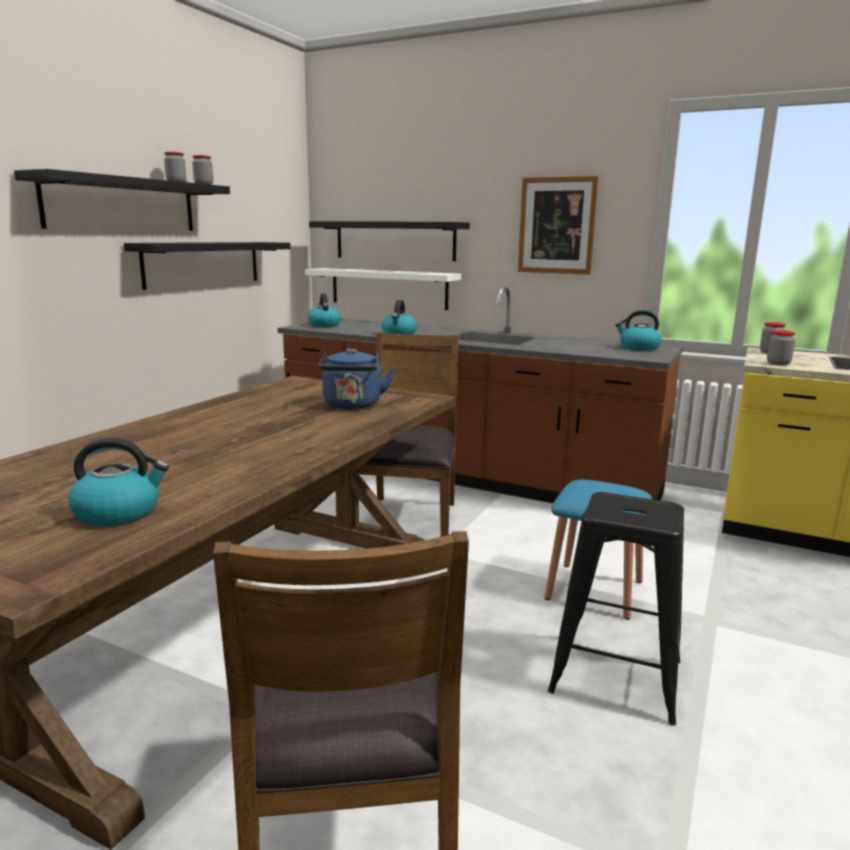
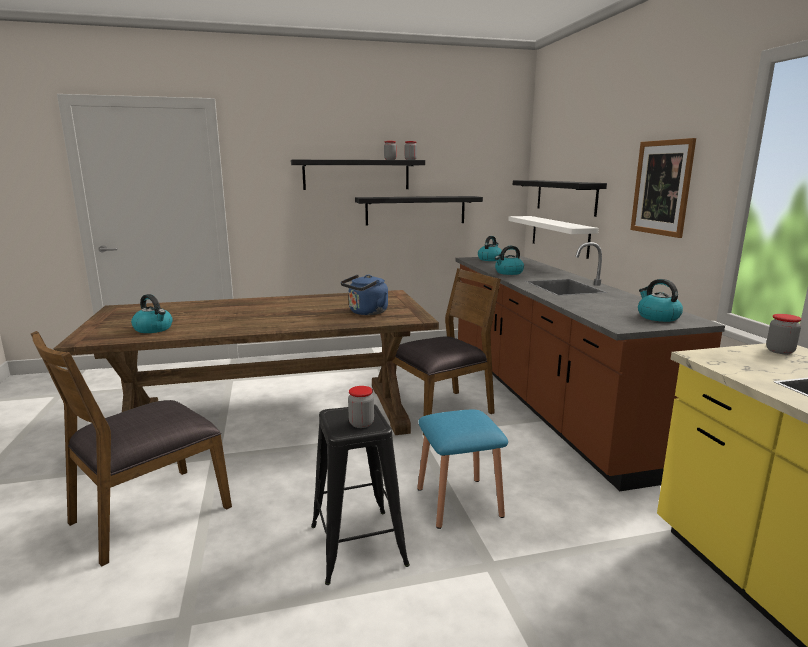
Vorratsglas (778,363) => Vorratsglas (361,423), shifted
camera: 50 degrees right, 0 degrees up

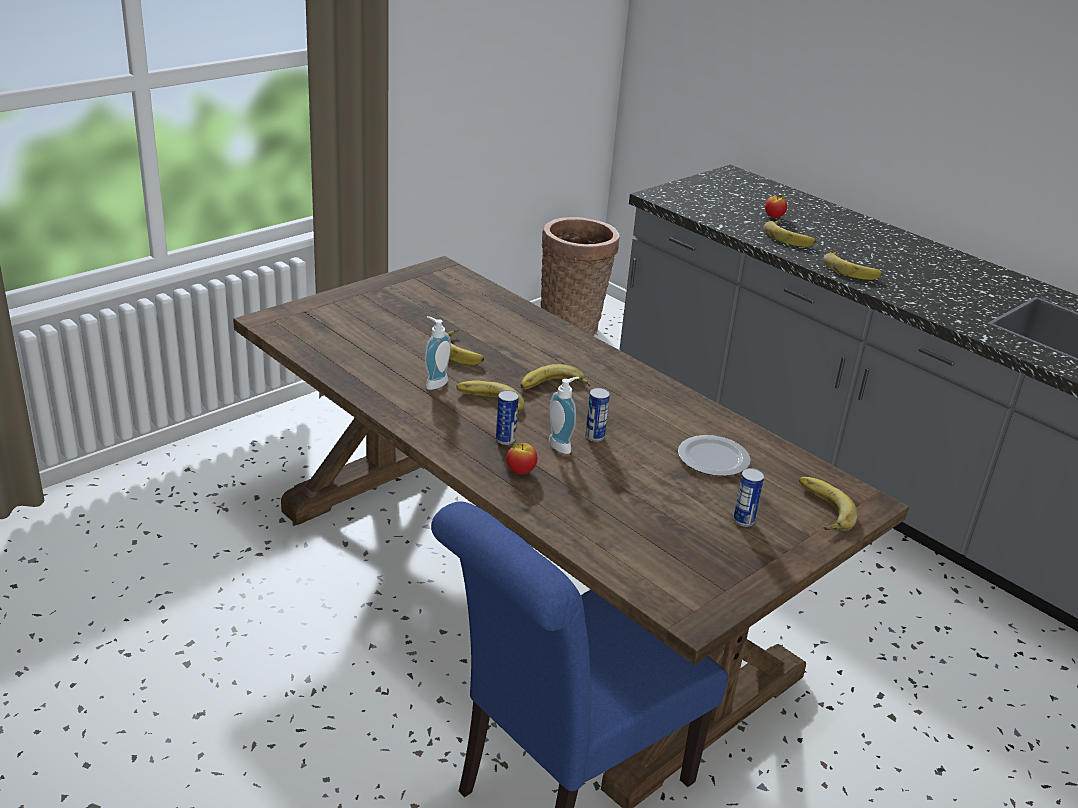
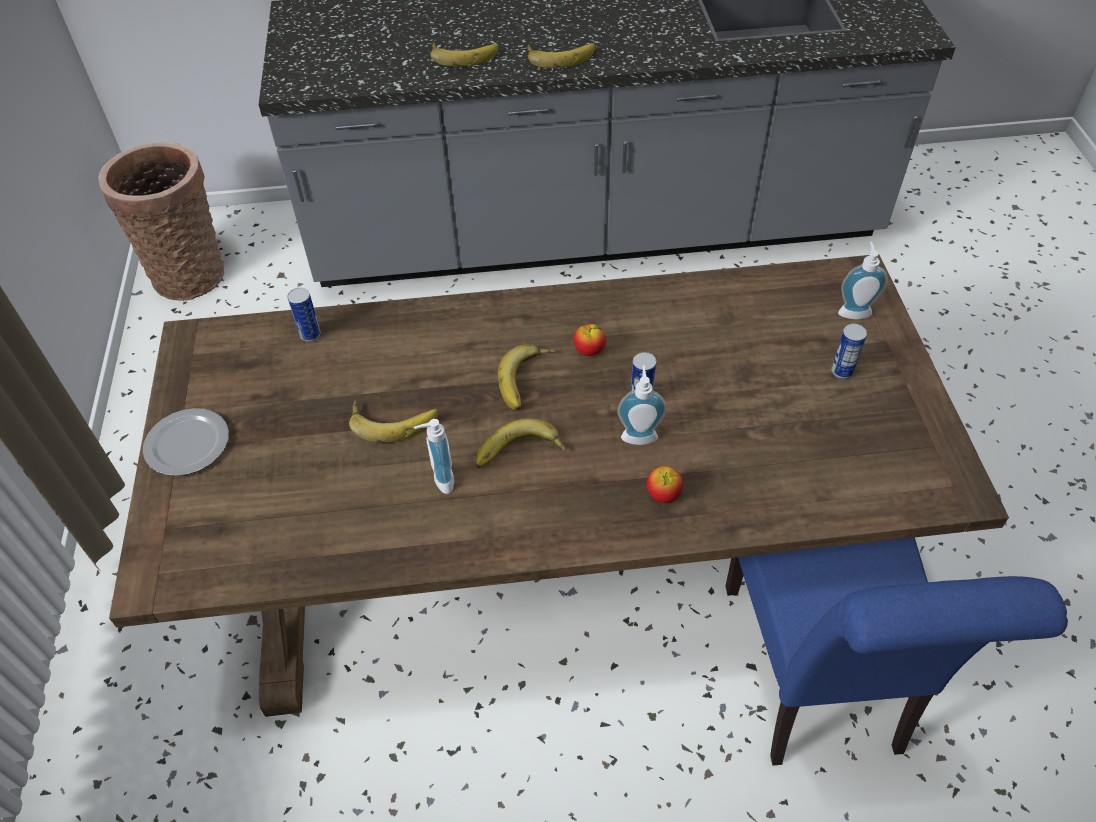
Apfel (774,217) => Apfel (589,351), shifted
Dose (505,439) => Dose (310,335), shifted
Teller (712,458) => Teller (186,445), shifted
Banane (820,509) => Seifenspender (854,311)
camera: 50 degrees left, 20 degrees up

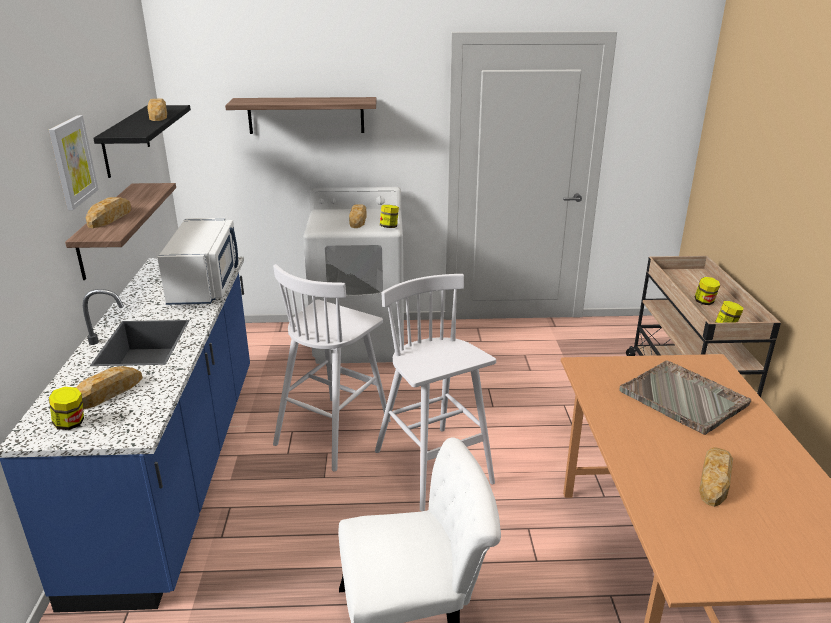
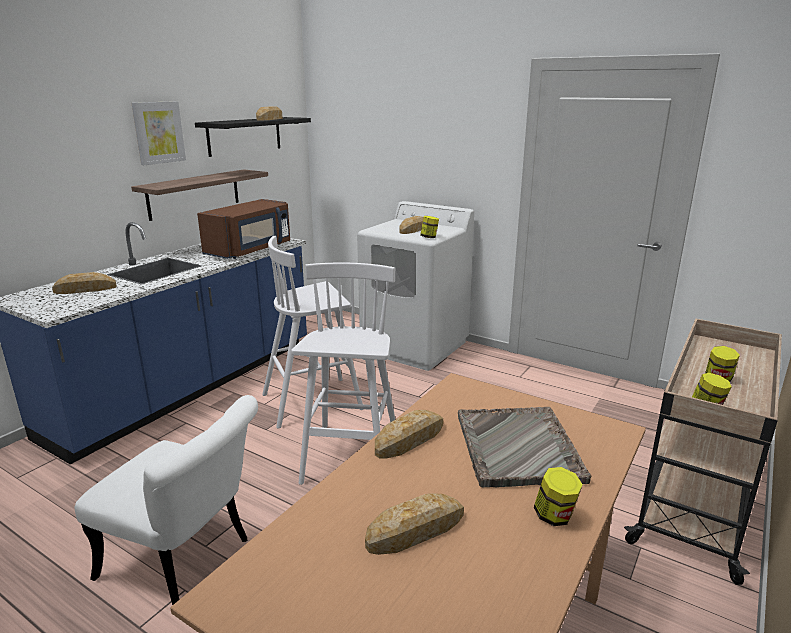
Wandregal (306,115) => nothing
Brot (110,217) => Brot (410,439), shifted
Mikrowelle/weiß (206,284) => Mikrowelle/braun (250,250)
Vorratsglas (71,424) => Vorratsglas (555,516), shifted
camera: 35 degrees right, 5 degrees down

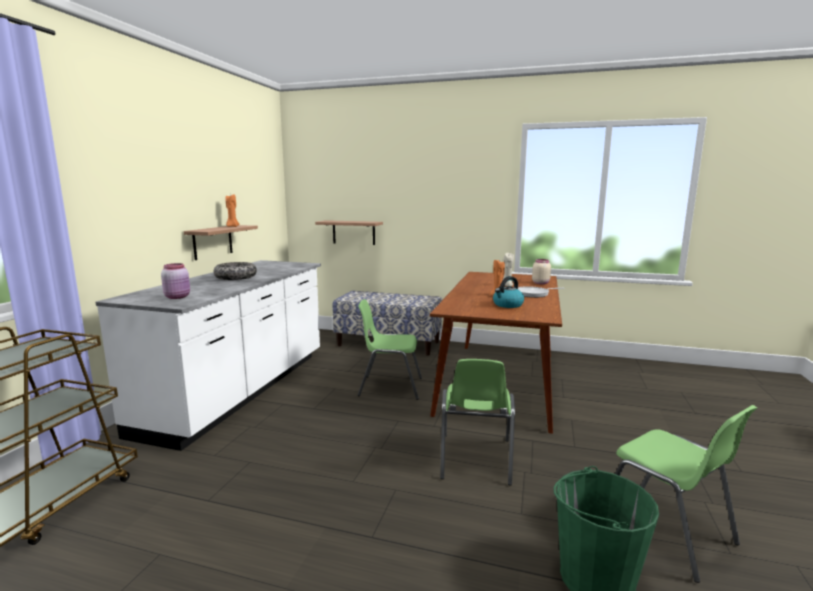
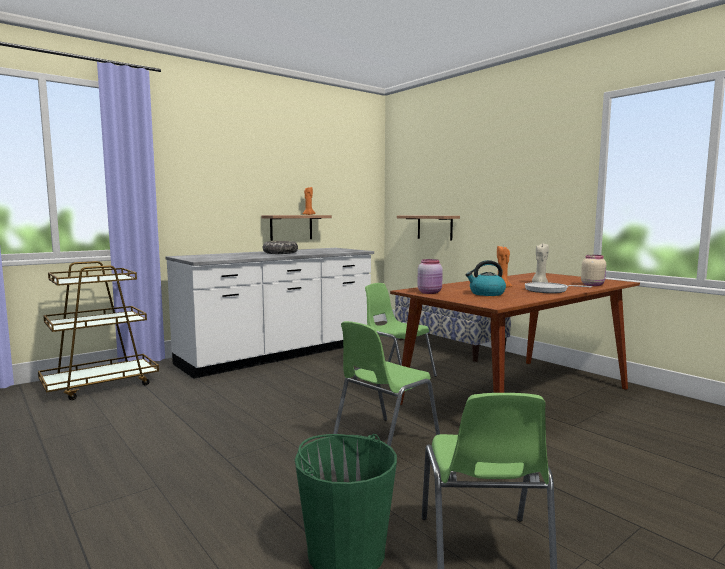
Vorratsglas/rosa (178,297) => Vorratsglas/rosa (430,292), shifted
camera: 35 degrees right, 5 degrees down

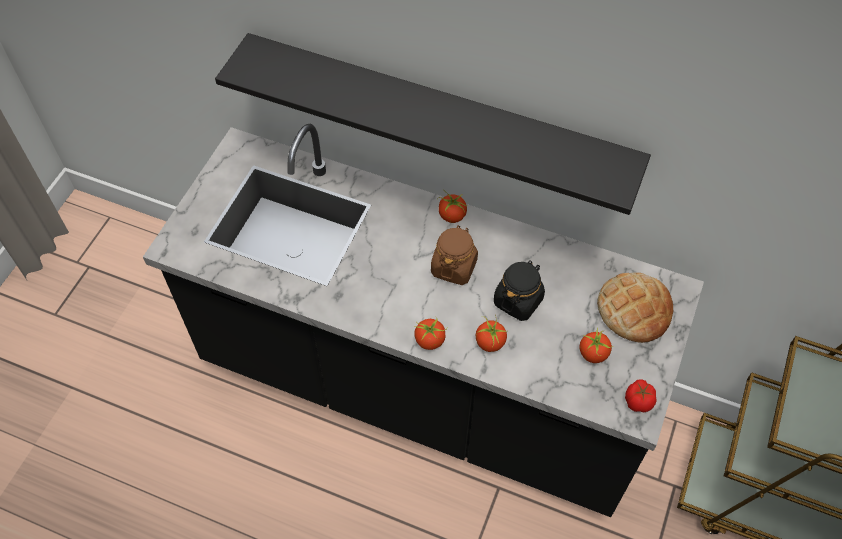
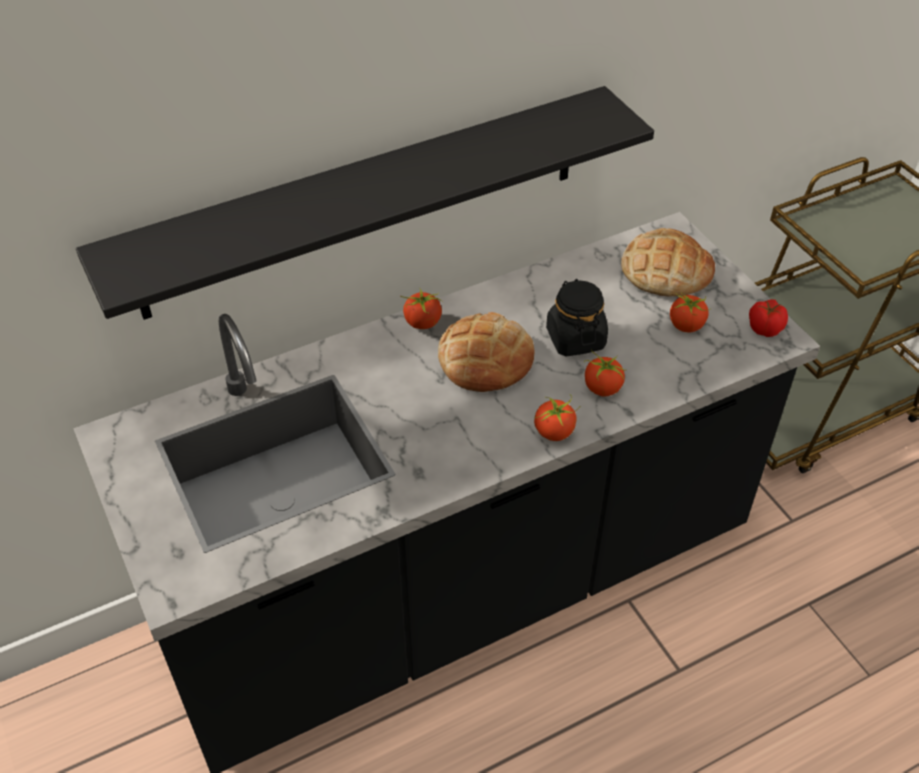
Vorratsglas/braun (454,267) => Brot (485,359)
camera: 50 degrees left, 10 degrees down

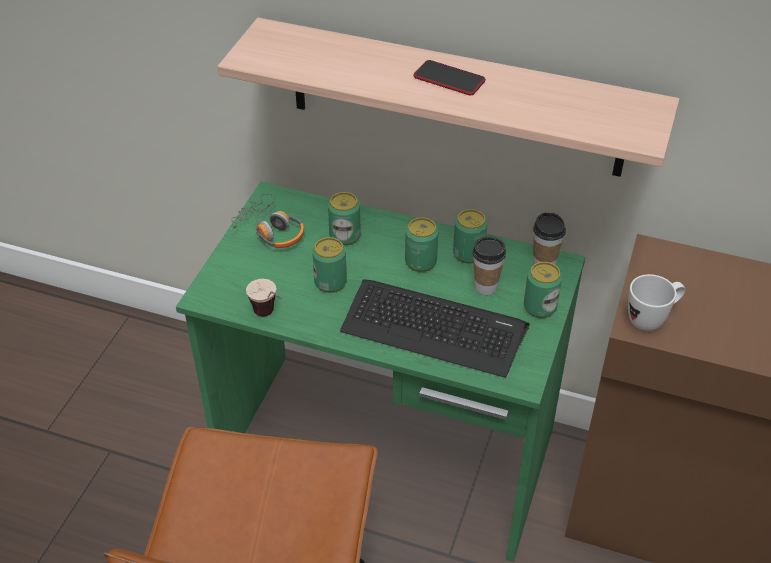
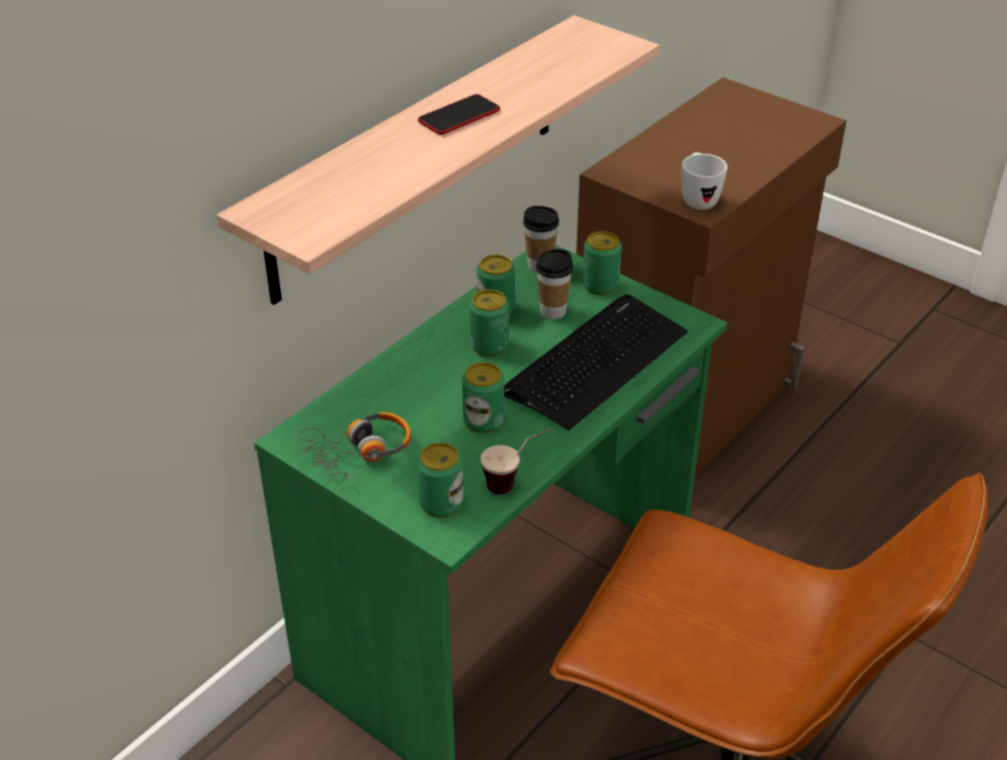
Dose (345,236) => Dose (441,504), shifted
camera: 70 degrees left, 5 degrees down

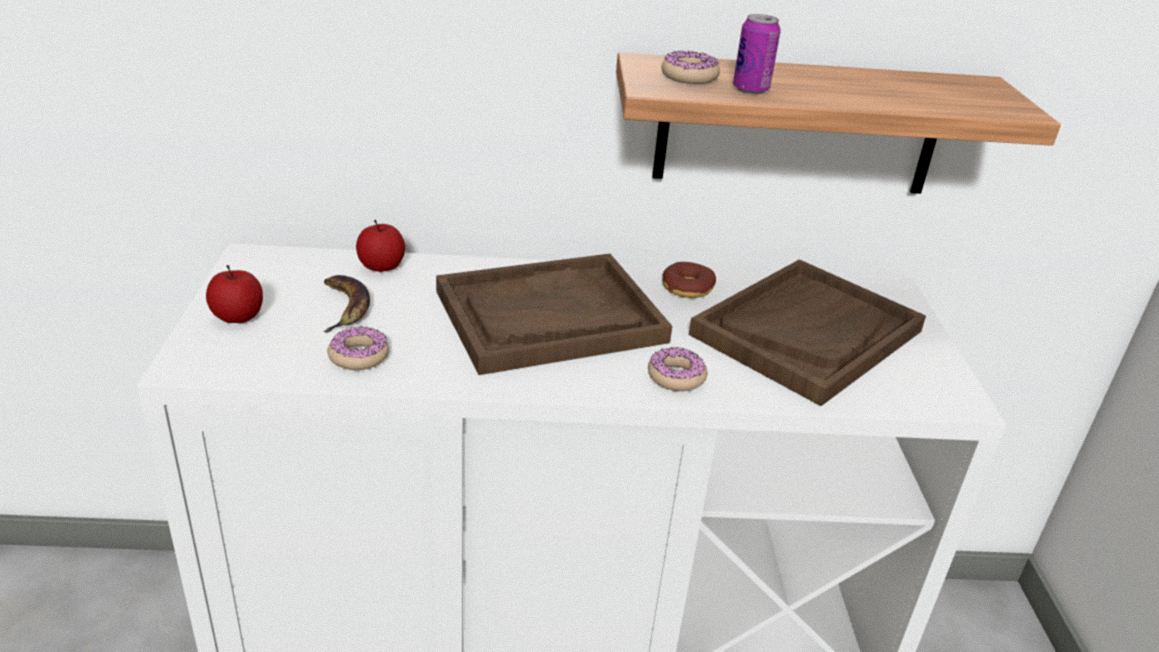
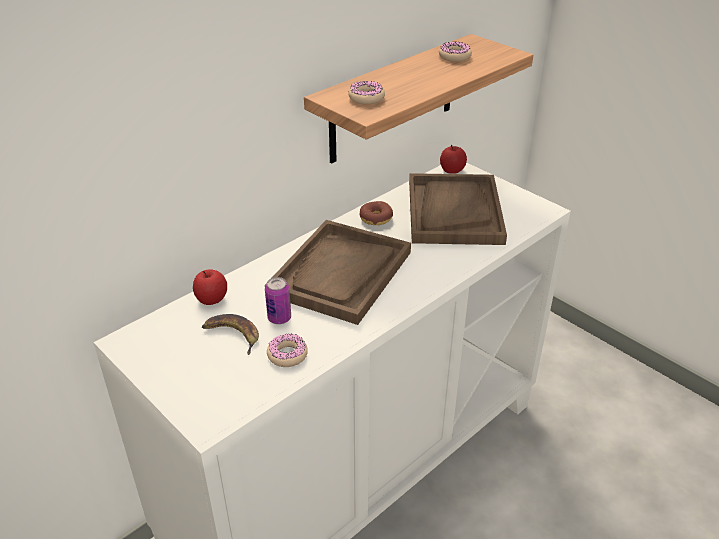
Dose (750,89) => Dose (279,318), shifted
Apfel (237,317) => Apfel (452,170), shifted
Donut (676,377) => Donut (454,56), shifted
camera: 40 degrees left, 5 degrees up

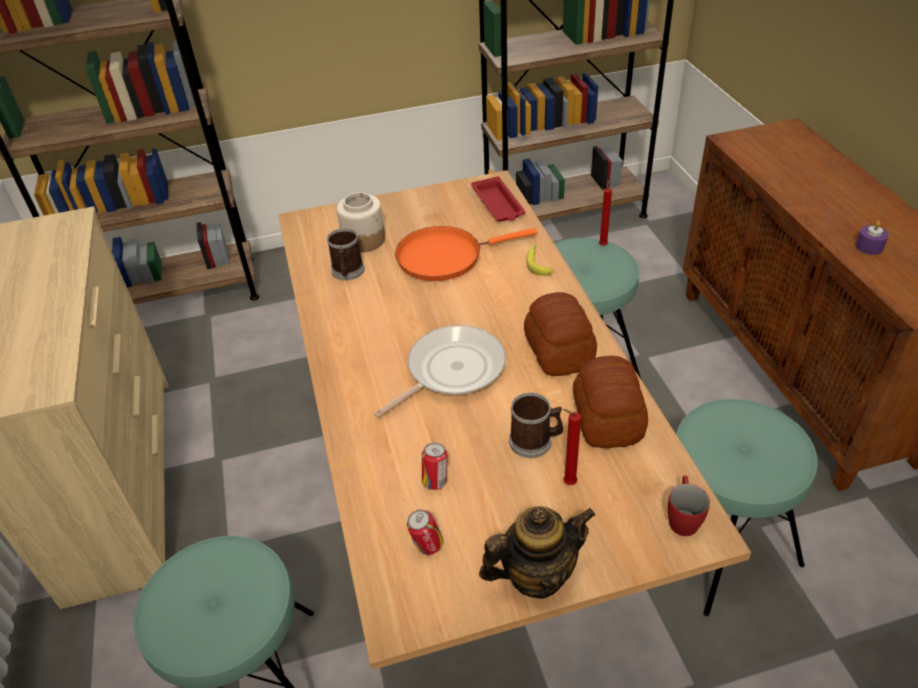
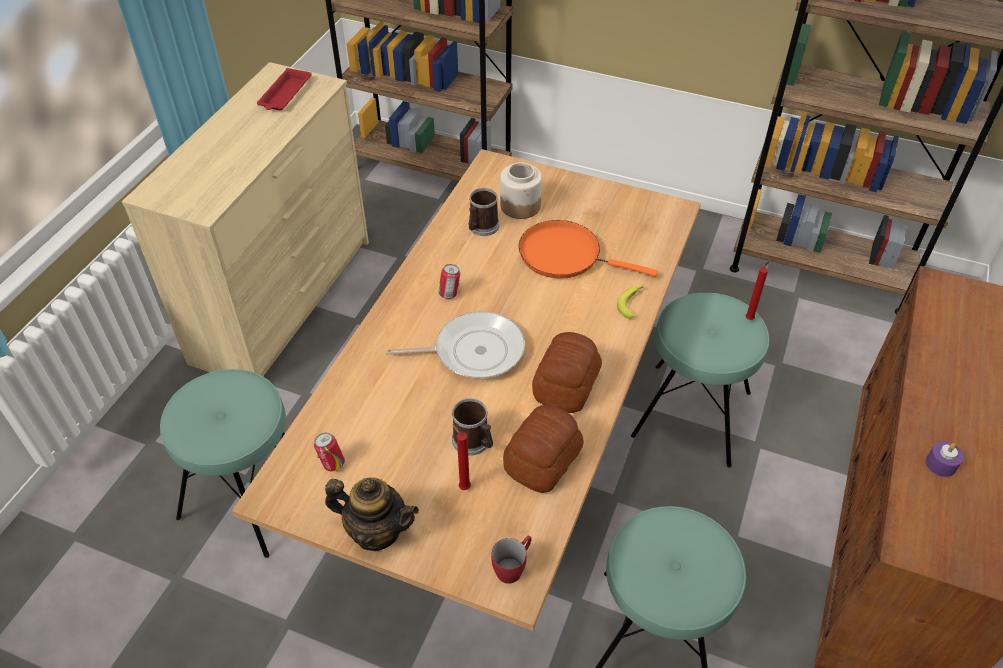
Tablett/rot (498,204) => Tablett/rot (285,94), shifted
Dose (436,481) => Dose (450,294), shifted
camera: 35 degrees right, 5 degrees up

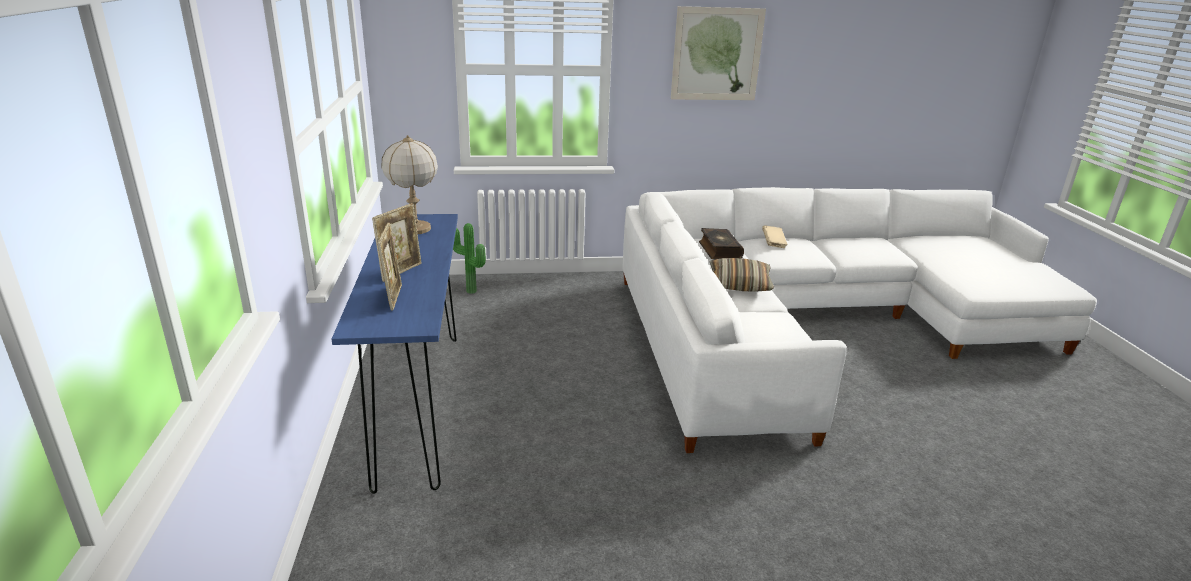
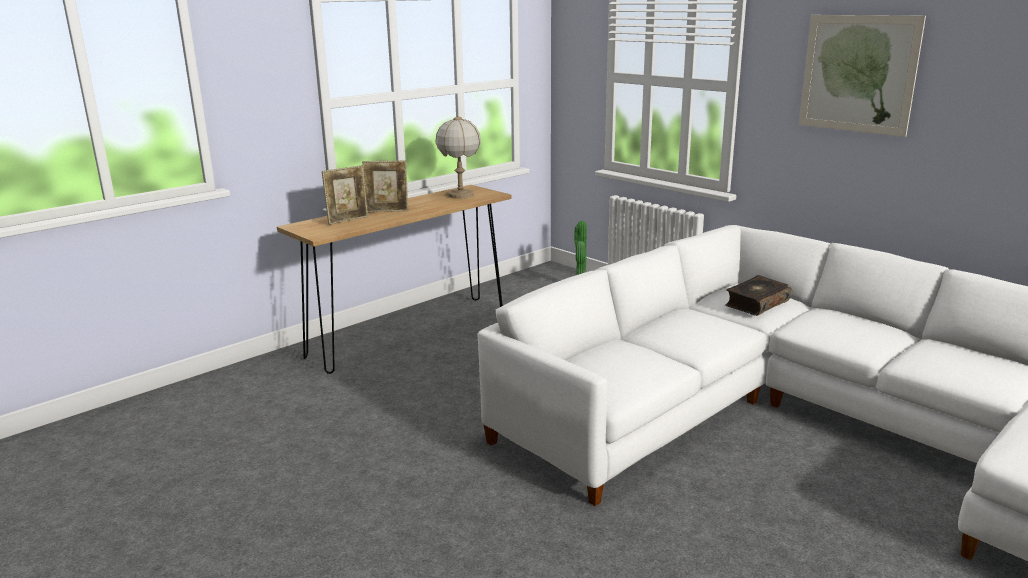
Konsolentisch/blau (419,404) => Konsolentisch/braun (410,333)
Buch/beige (773,243) => nothing
Kissen (739,284) => nothing
camera: 55 degrees right, 5 degrees down

